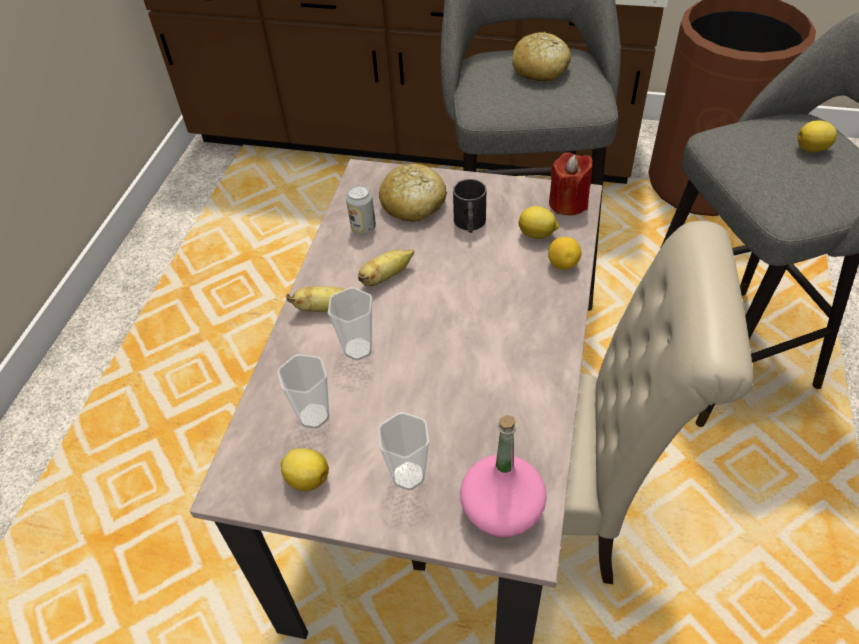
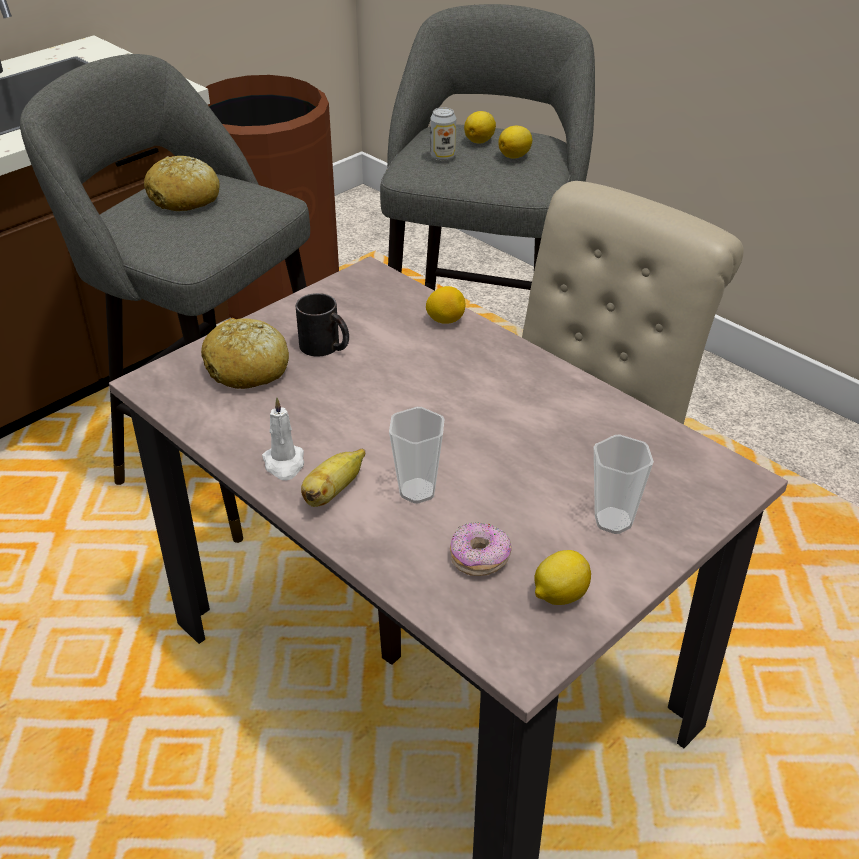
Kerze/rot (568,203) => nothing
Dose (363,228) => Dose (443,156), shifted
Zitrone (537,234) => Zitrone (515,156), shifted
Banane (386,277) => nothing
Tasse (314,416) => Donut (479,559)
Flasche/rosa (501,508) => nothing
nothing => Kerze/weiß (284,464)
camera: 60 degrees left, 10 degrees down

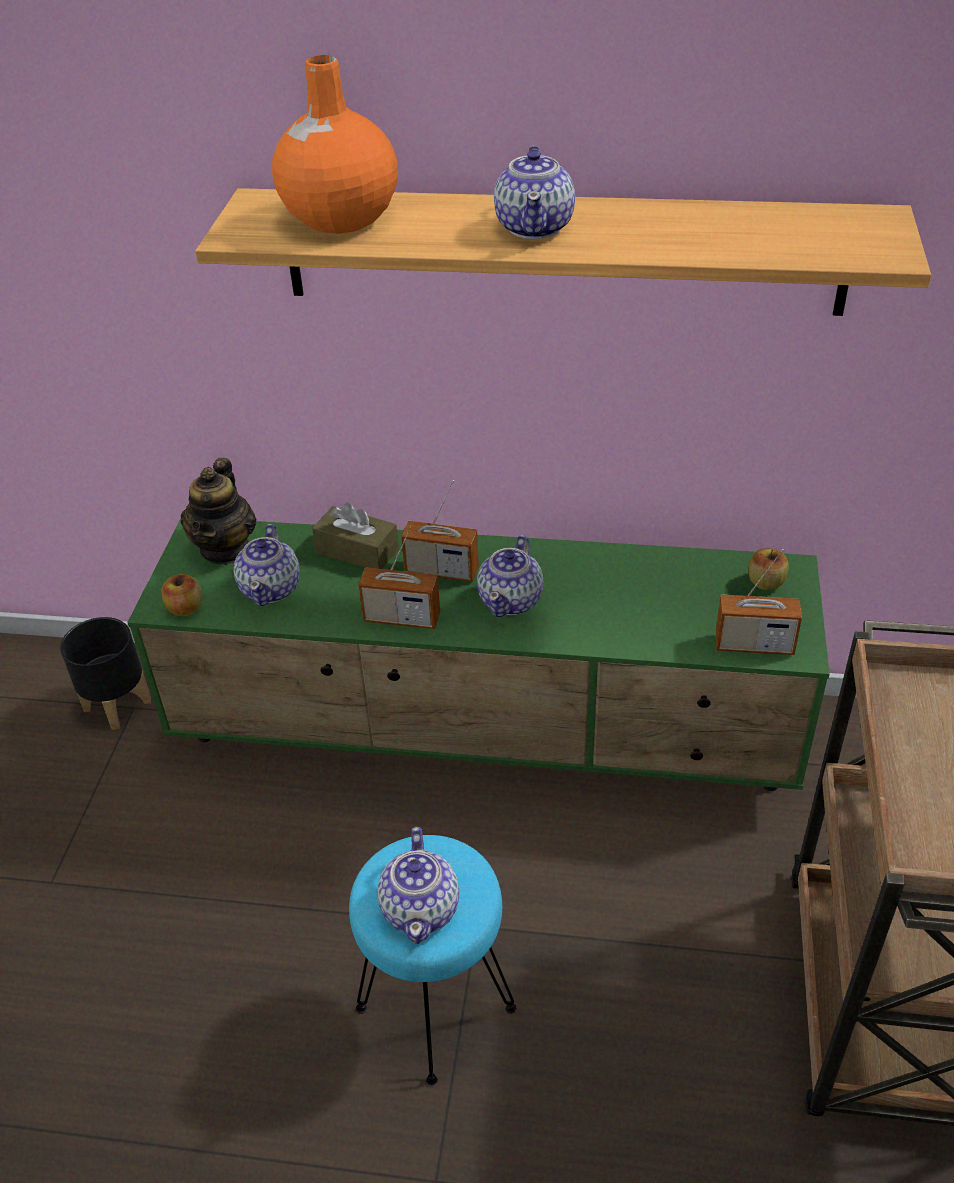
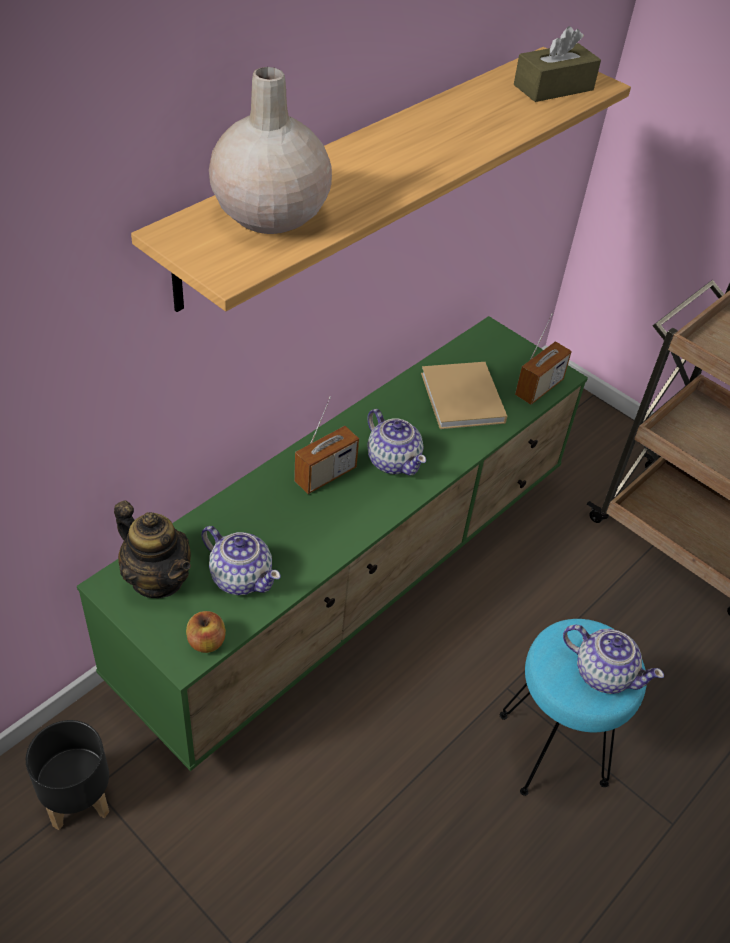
Vase/orange (339,217) => Vase/beige (269,215)
Teekanne (535,227) => nothing
Taschentuchbox/braun (357,551) => Taschentuchbox/braun (553,87), shifted
Radio (402,618) => nothing
Apfel (765,582) => nothing
nothing => Buch/beige (463,400)
camera: 60 degrees left, 5 degrees up

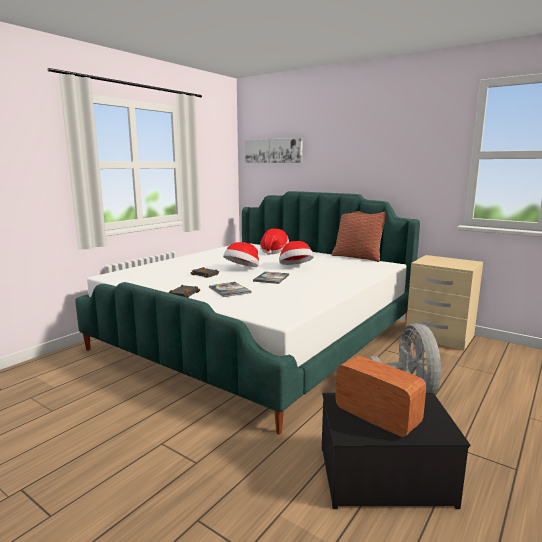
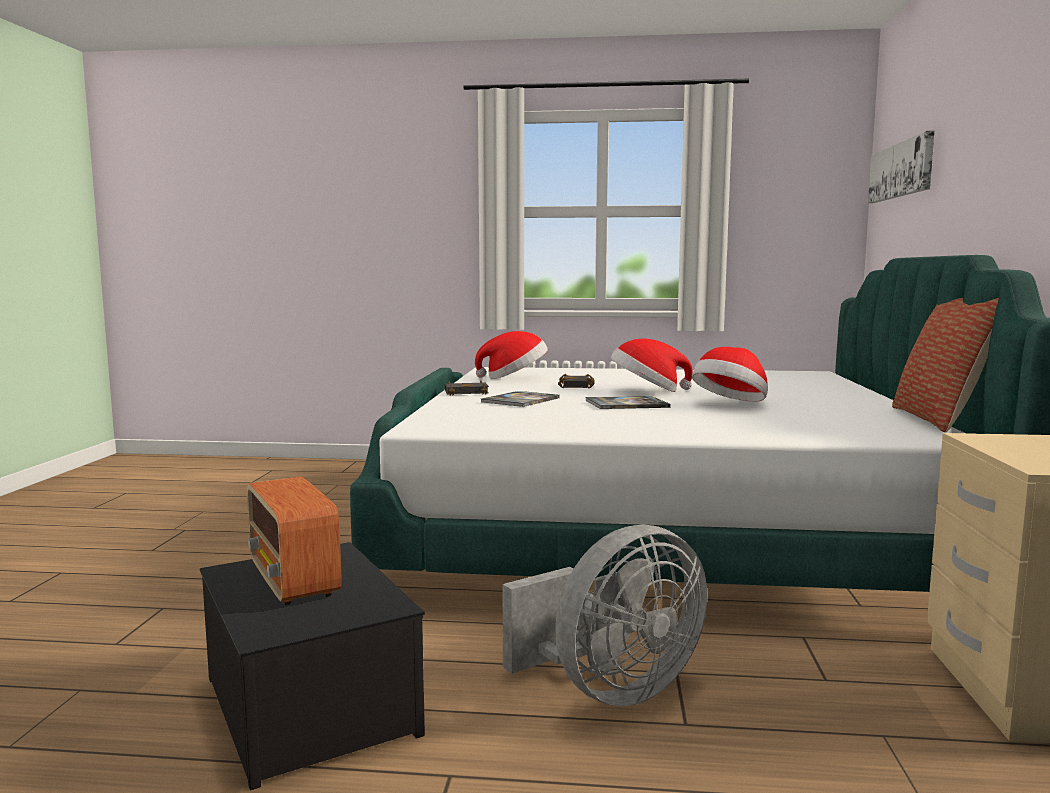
Hut (274,251) => Hut (514,377), shifted
Radio (376,417) => Radio (294,580), 135 degrees clockwise
camera: 60 degrees right, 5 degrees down

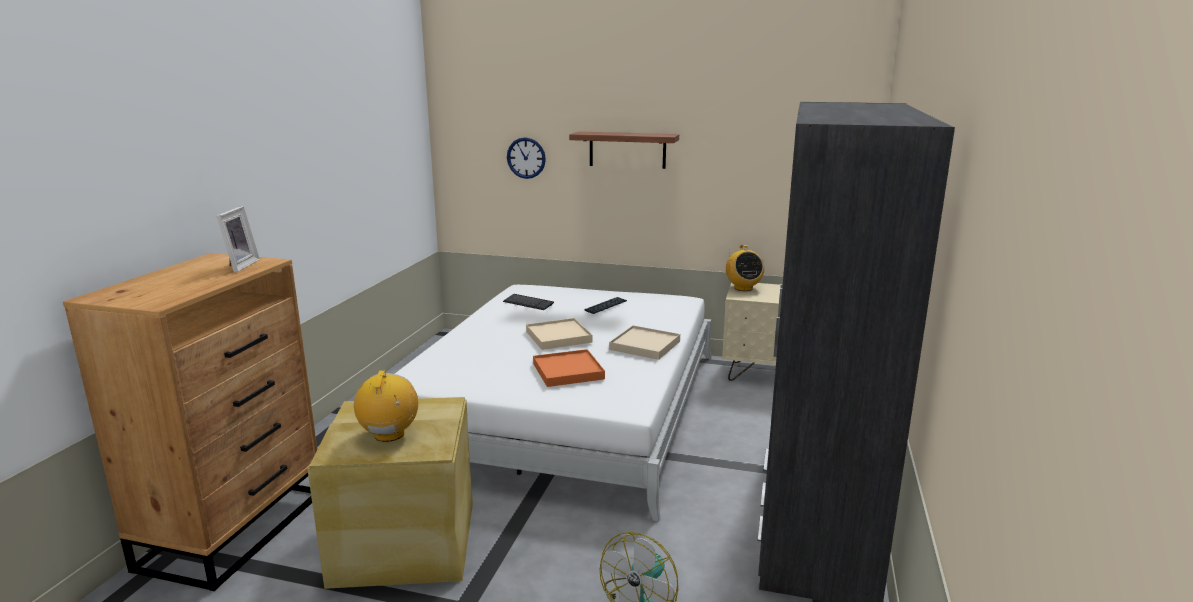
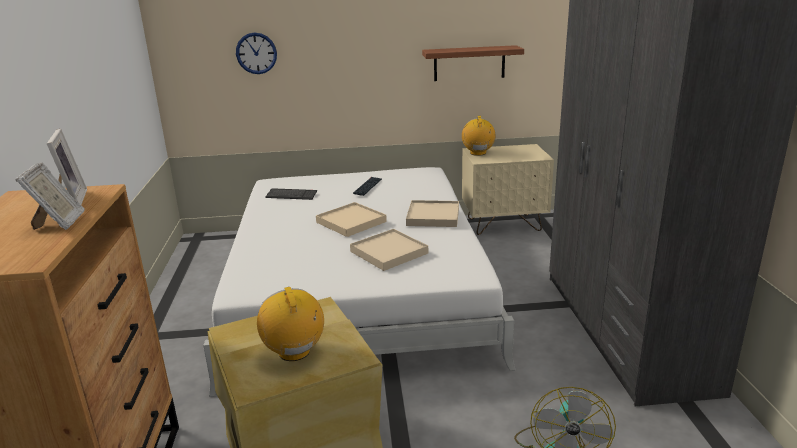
Wandregal (627,150) => Wandregal (469,63), shifted
Radio (743,288) => Radio (478,153), 150 degrees counterclockwise
Tablett/orange (568,371) => Tablett/beige (388,252)
nothing => Bilderrahmen (59,223)
camera: 20 degrees left, 5 degrees up

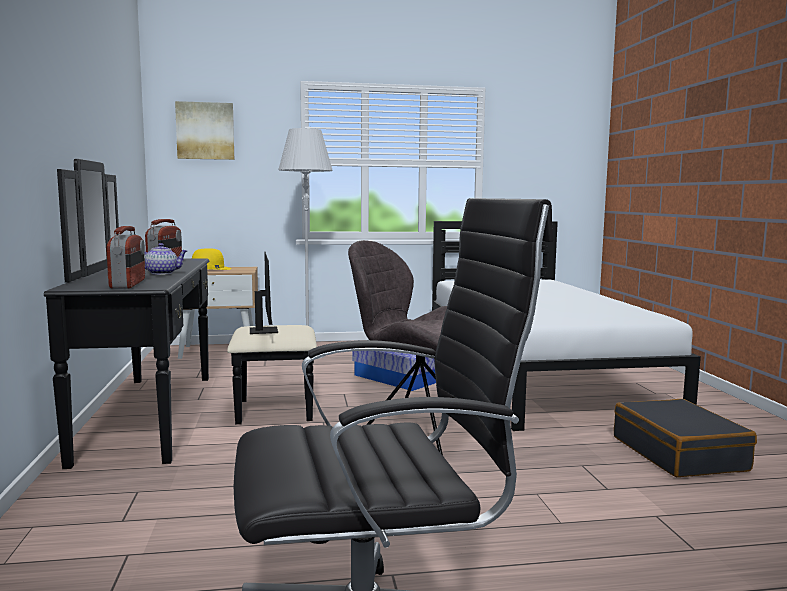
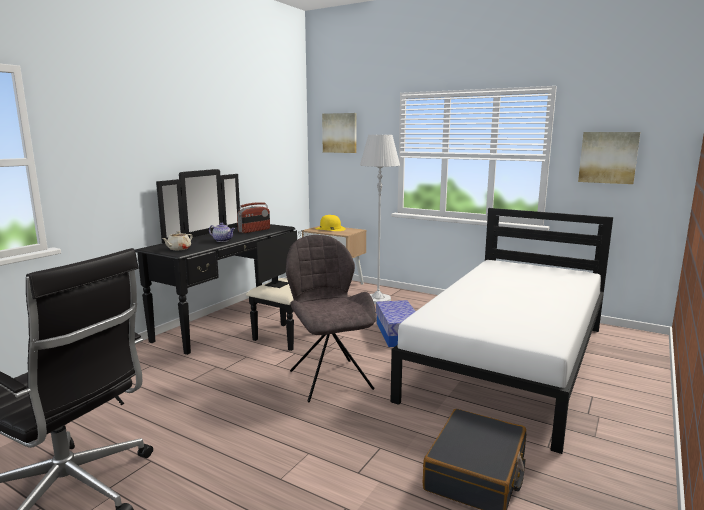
Radio (128,284) => Teekanne/beige (178,249)
nothing => Bild (608,157)
camera: 40 degrees right, 5 degrees up

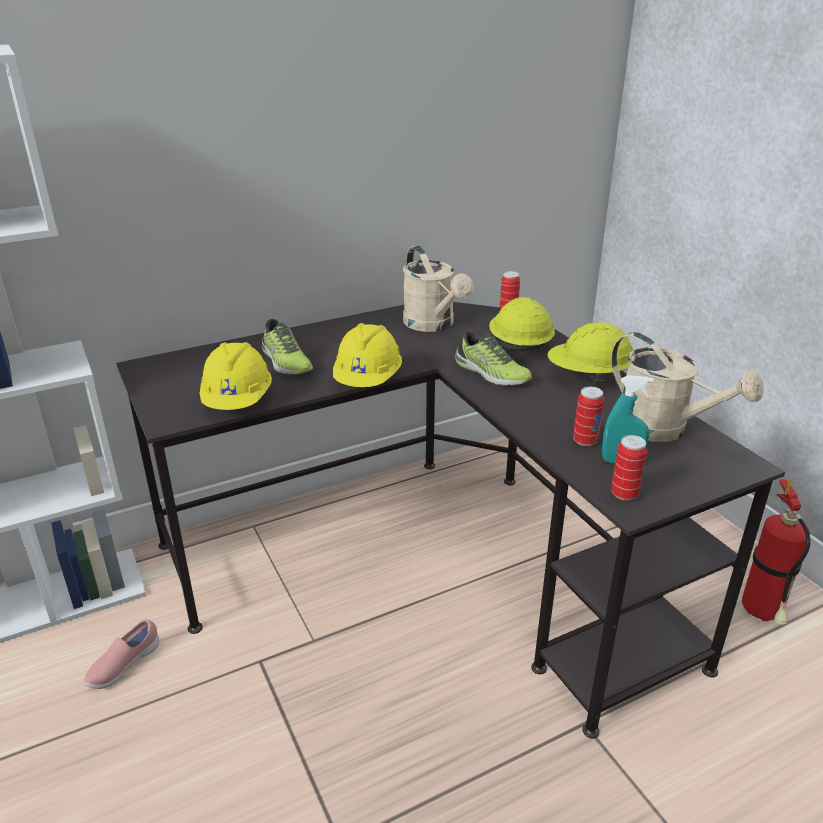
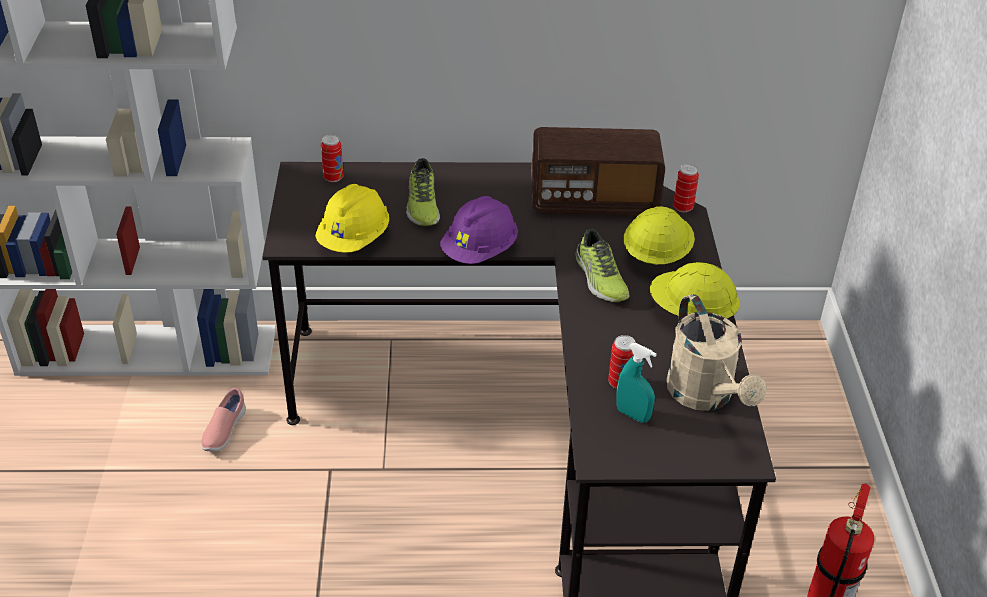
Gießkanne/beige (433,325) => Radio (593,200)
Schutzhelm/gelb (368,380) => Schutzhelm/lila (480,251)
Dose (624,494) => Dose (333,177), shifted
Schuh/rosa (123,665) => Schuh/rosa (224,431), 45 degrees counterclockwise
camera: 25 degrees right, 10 degrees up

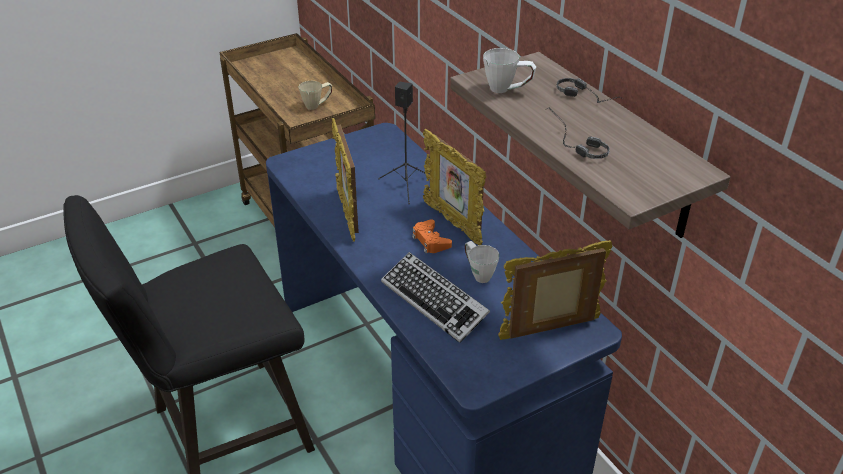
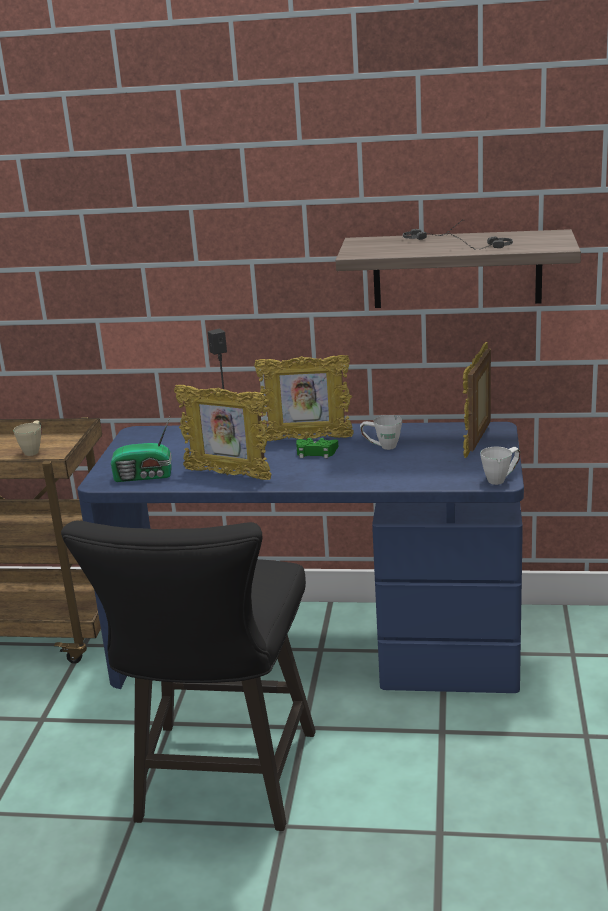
Henkelbecher/weiß (507,90) => Henkelbecher/weiß (501,479), shifted
Gamepad/orange (430,241) => Gamepad/grün (316,452)
Tastatur (434,301) => nothing
nothing => Radio (145,476)
camera: 50 degrees left, 15 degrees down

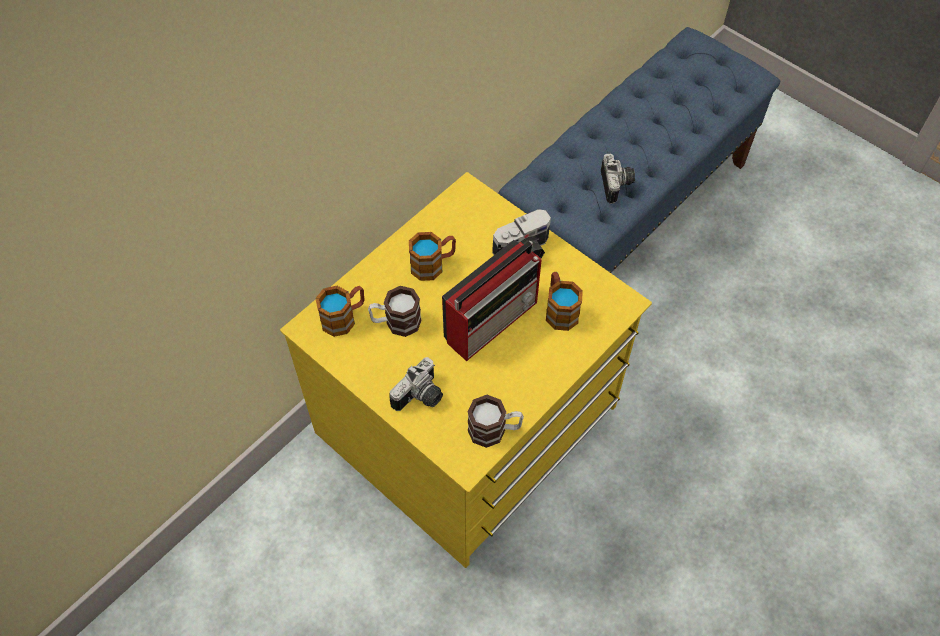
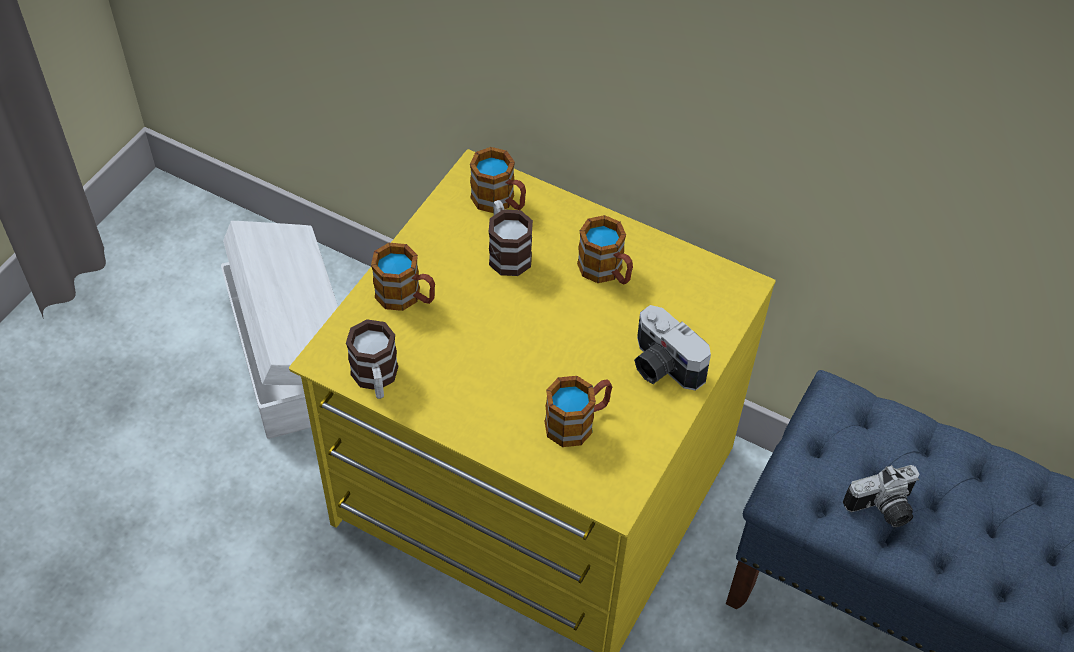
Radio (493,320) => nothing
Kamera (421,397) => Henkelbecher (406,297)
nothing => Aufbewahrungsbox/weiß (291,353)
camera: 75 degrees right, 5 degrees down

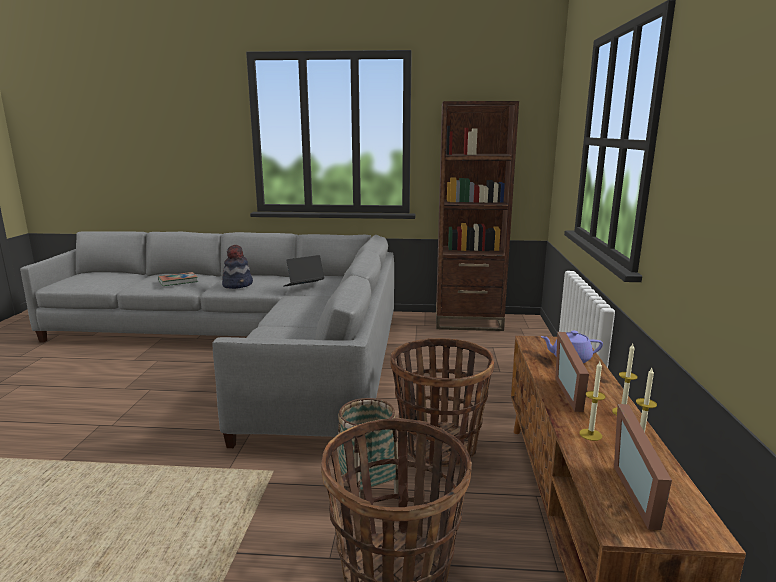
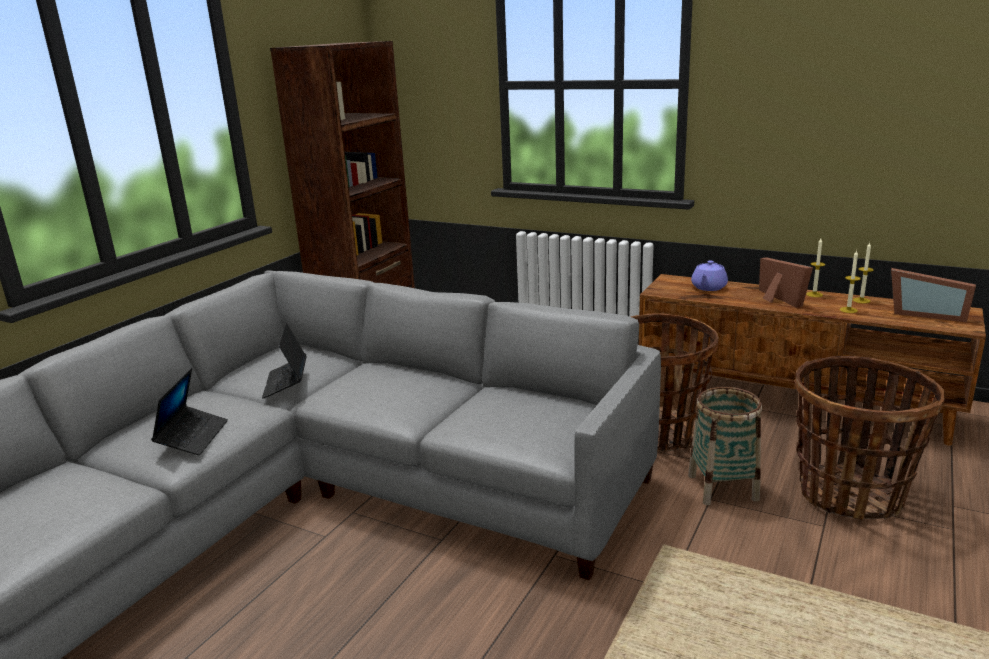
Hut (238,285) => Laptop (193,437)
Buch (178,281) => nothing
Bilderrahmen (575,392) => Bilderrahmen (776,300), 135 degrees counterclockwise
camera: 65 degrees left, 5 degrees up

